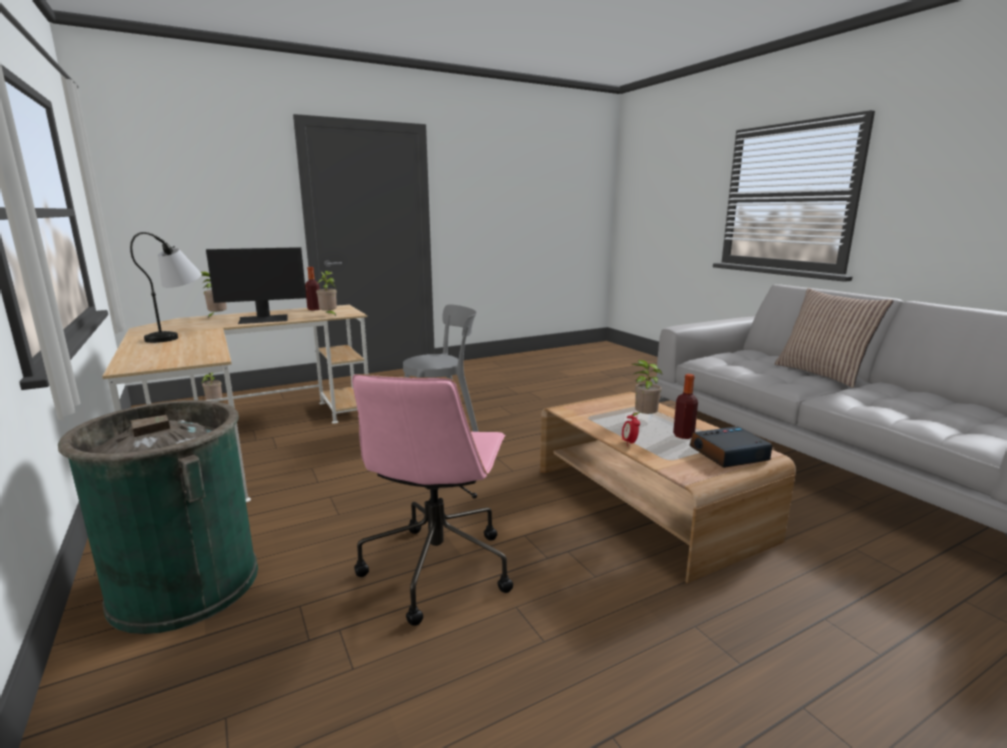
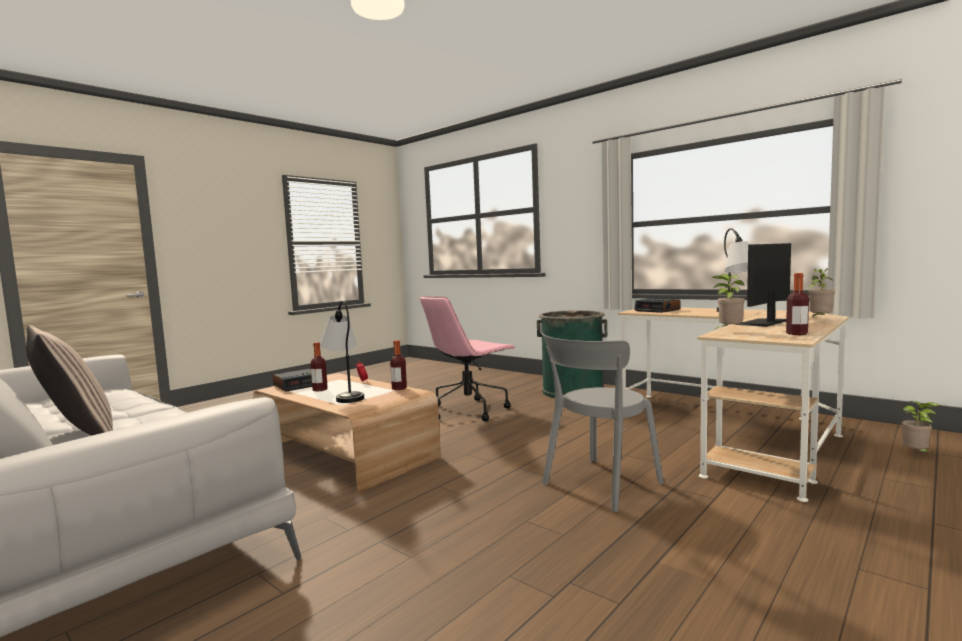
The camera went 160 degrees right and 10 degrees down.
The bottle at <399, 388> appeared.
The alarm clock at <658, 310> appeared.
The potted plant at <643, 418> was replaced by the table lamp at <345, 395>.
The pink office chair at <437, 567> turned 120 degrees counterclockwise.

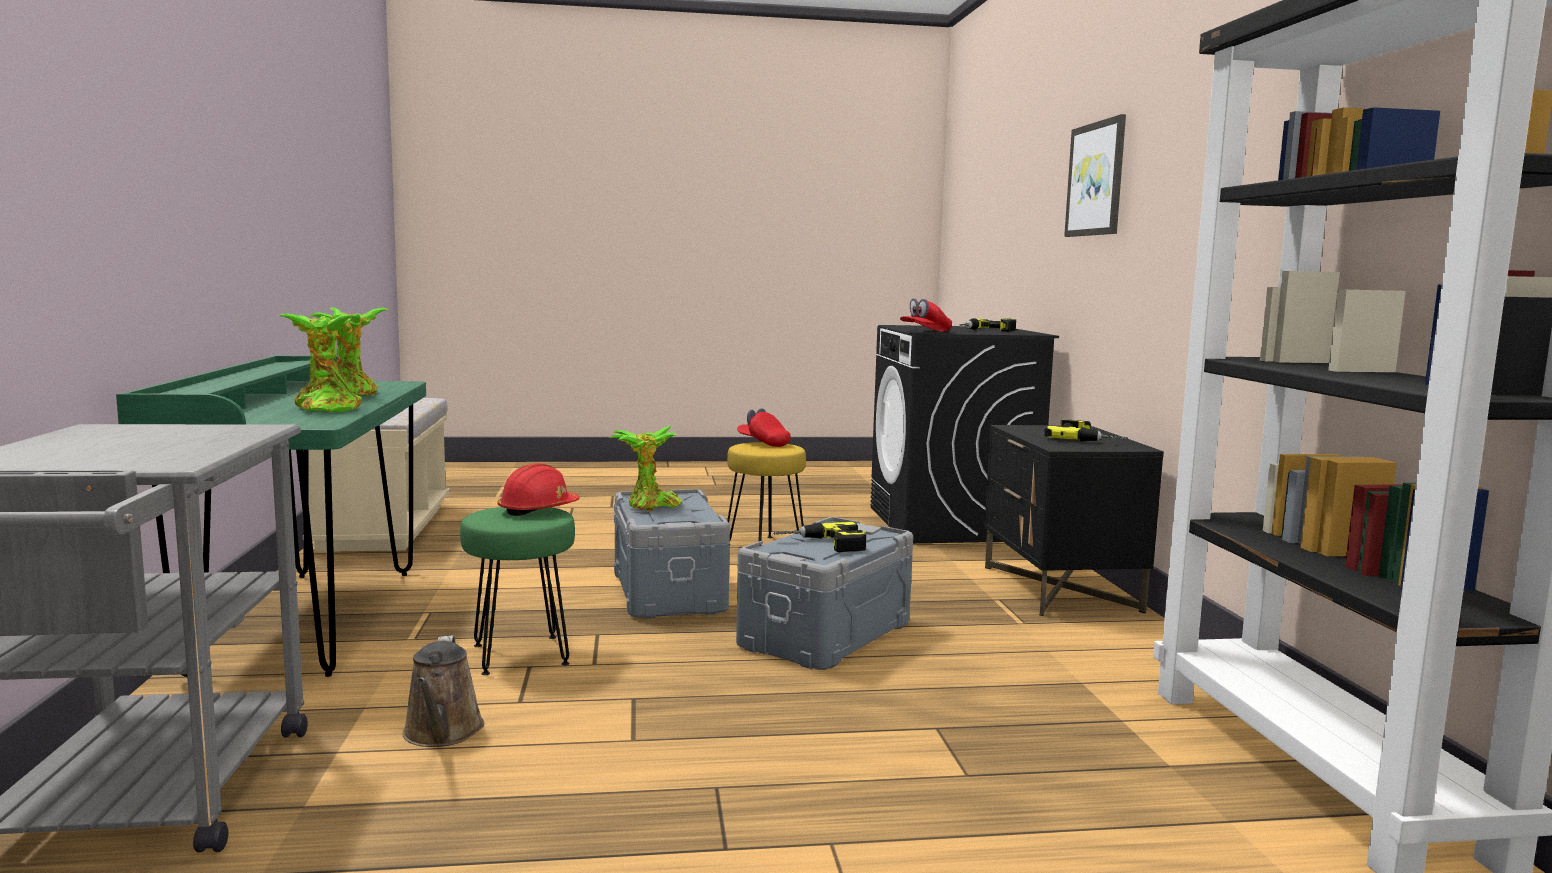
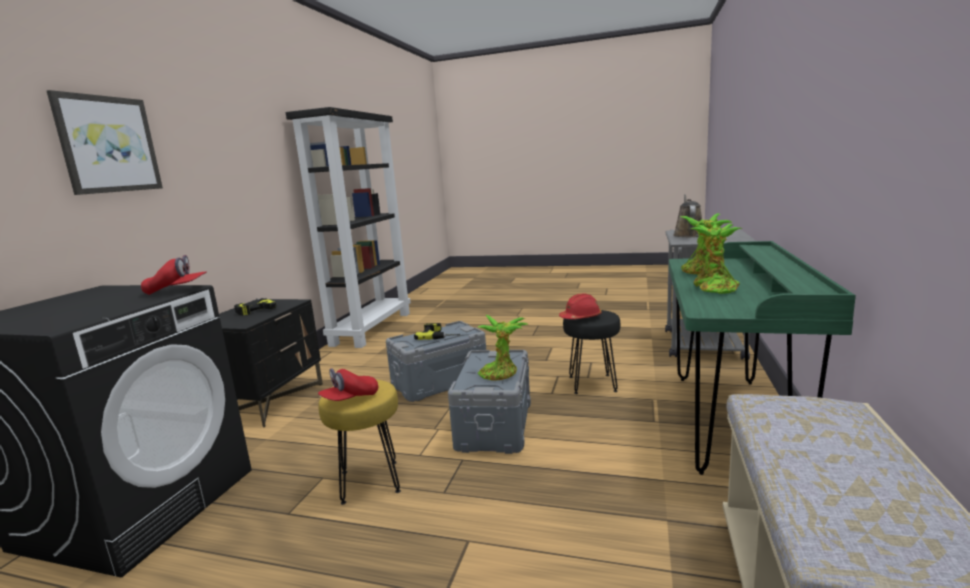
The camera went 155 degrees left and 5 degrees up.
The power drill at <986, 331> disappeared.
The brown watering can moved from <442, 733> to <688, 235>.
The green stool at <522, 655> became the black stool at <591, 383>.
The red cap at <763, 443> turned 75 degrees clockwise.

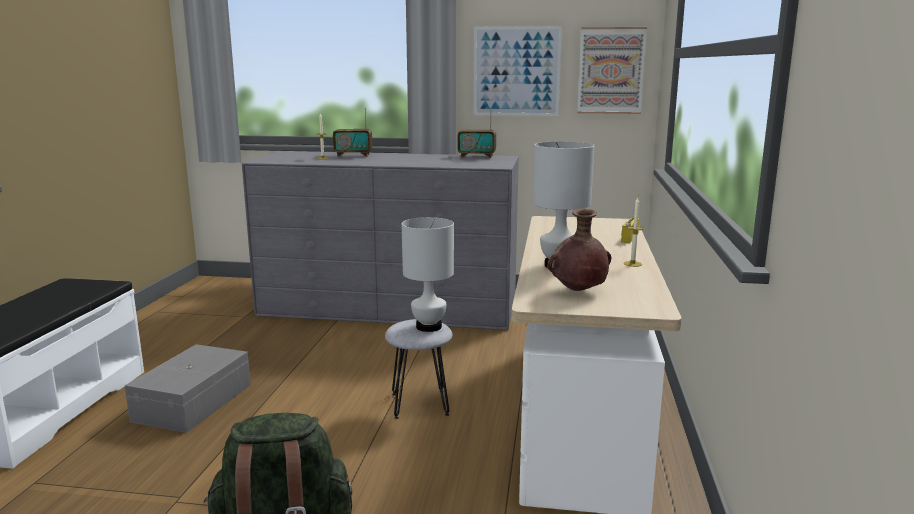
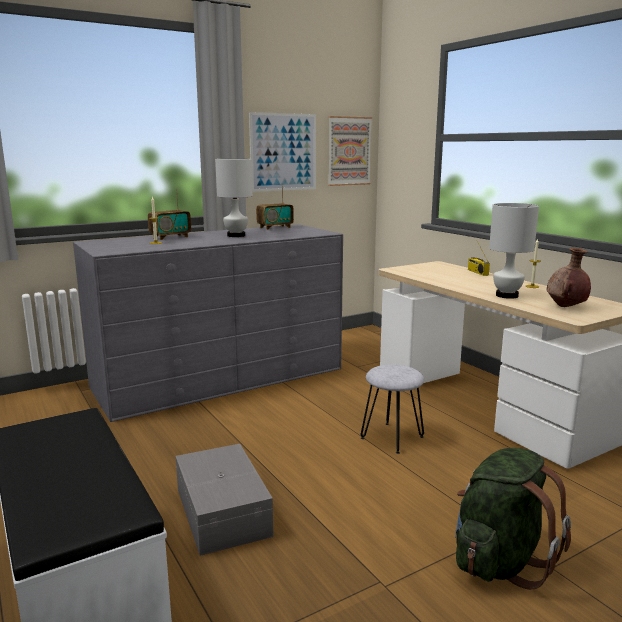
The camera went 40 degrees left and 0 degrees up.
The white table lamp moved from <428, 326> to <235, 235>.

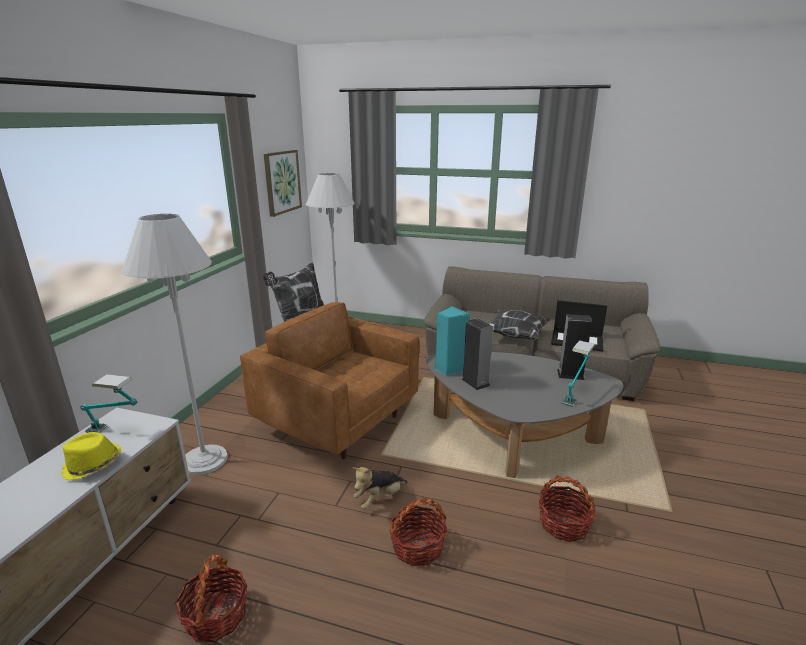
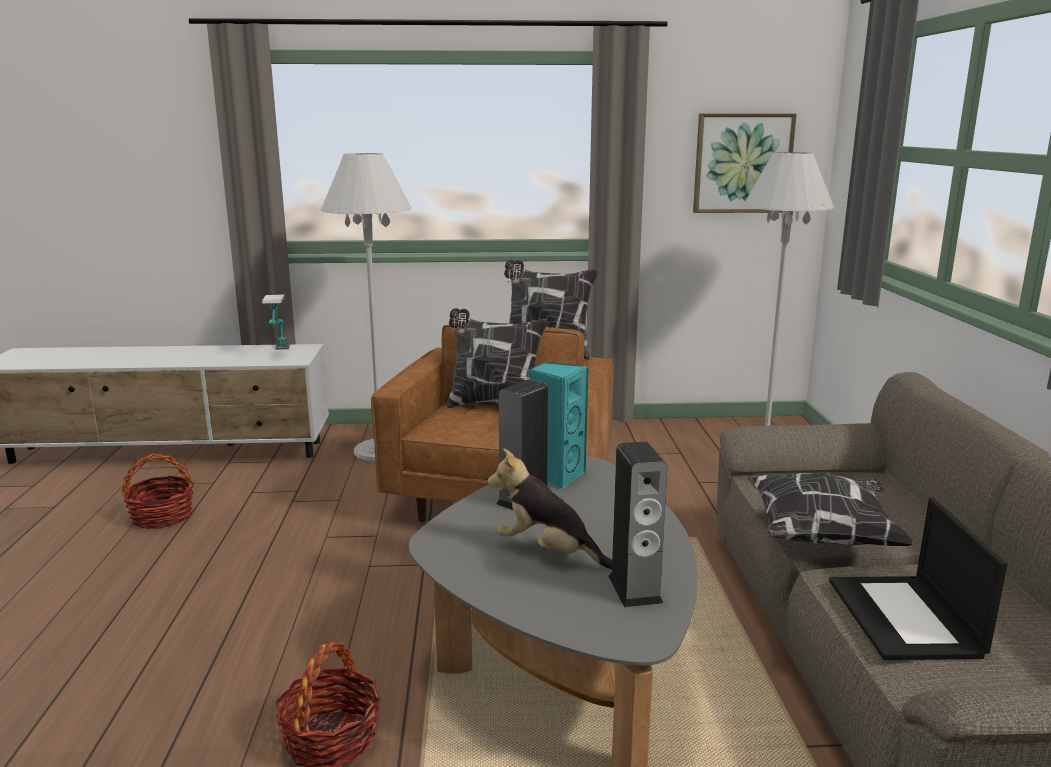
The camera went 70 degrees right and 5 degrees down.
The yellow hat at <92, 466> disappeared.
The basket at <417, 547> disappeared.
The table lamp at <574, 394> disappeared.
The pillow at <494, 406> appeared.
The plush toy moved from <379, 499> to <548, 552>.

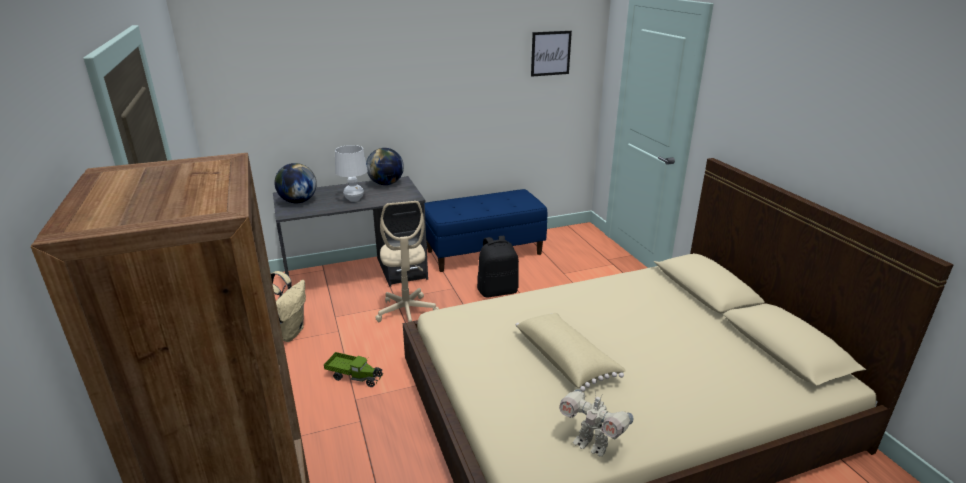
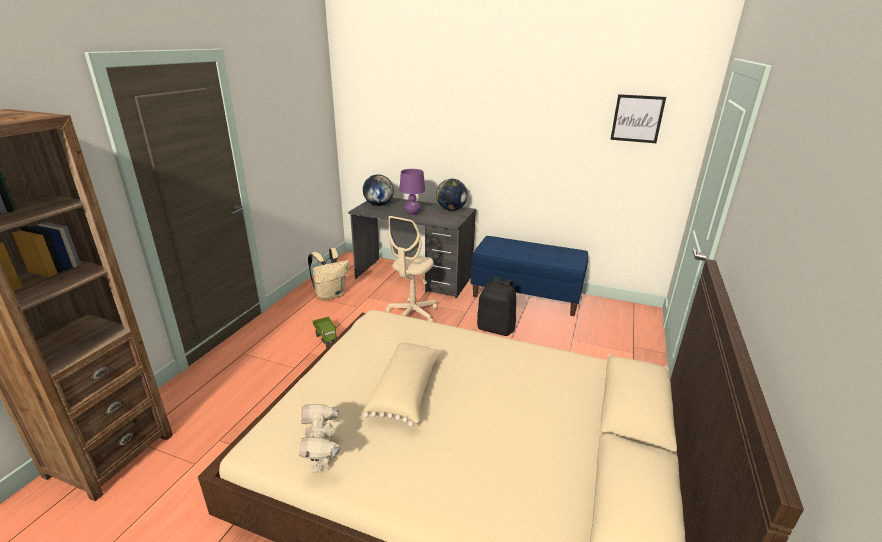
The camera went 40 degrees right and 0 degrees up.
The white table lamp at <354, 199> became the purple table lamp at <412, 213>.

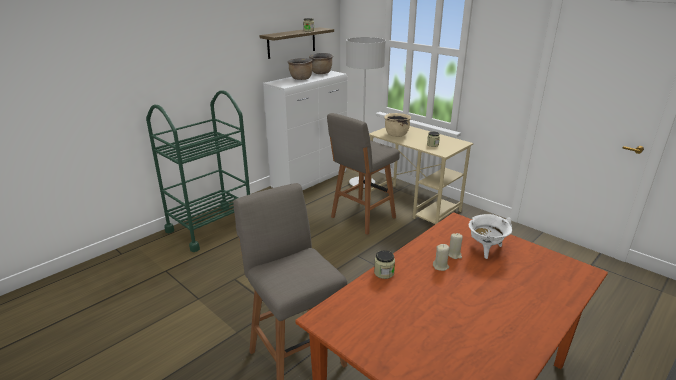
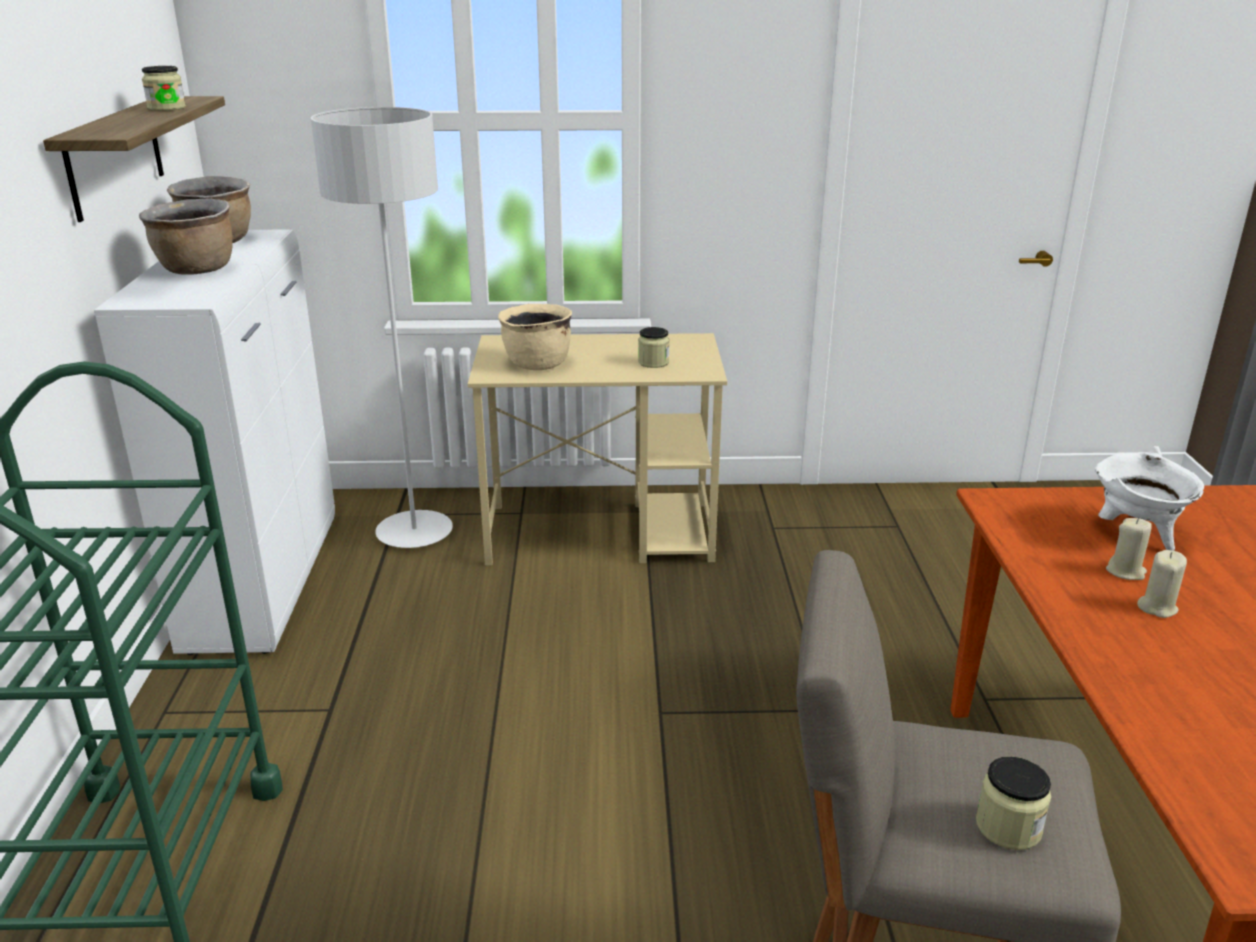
The camera went 45 degrees left and 0 degrees up.
The grey stool at <361, 218> disappeared.
The jar moved from <384, 273> to <1008, 827>.

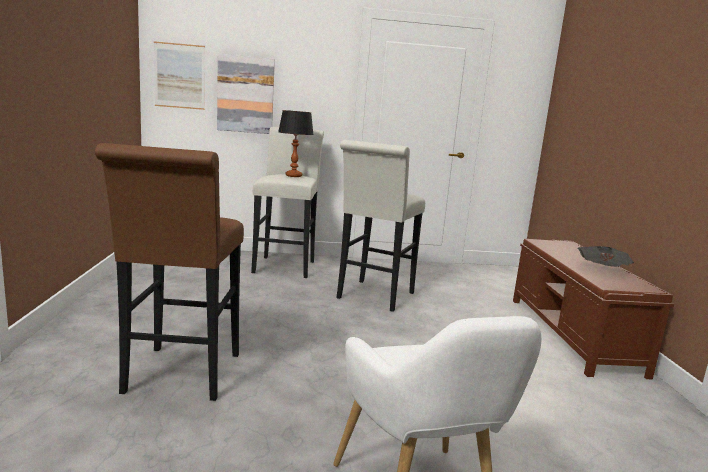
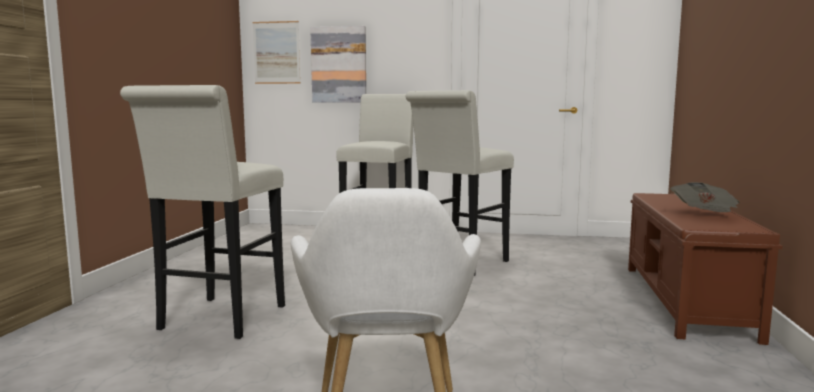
The camera went 15 degrees right and 5 degrees down.
The table lamp at <294, 176> disappeared.
The brown stool at <180, 377> became the white stool at <218, 321>.

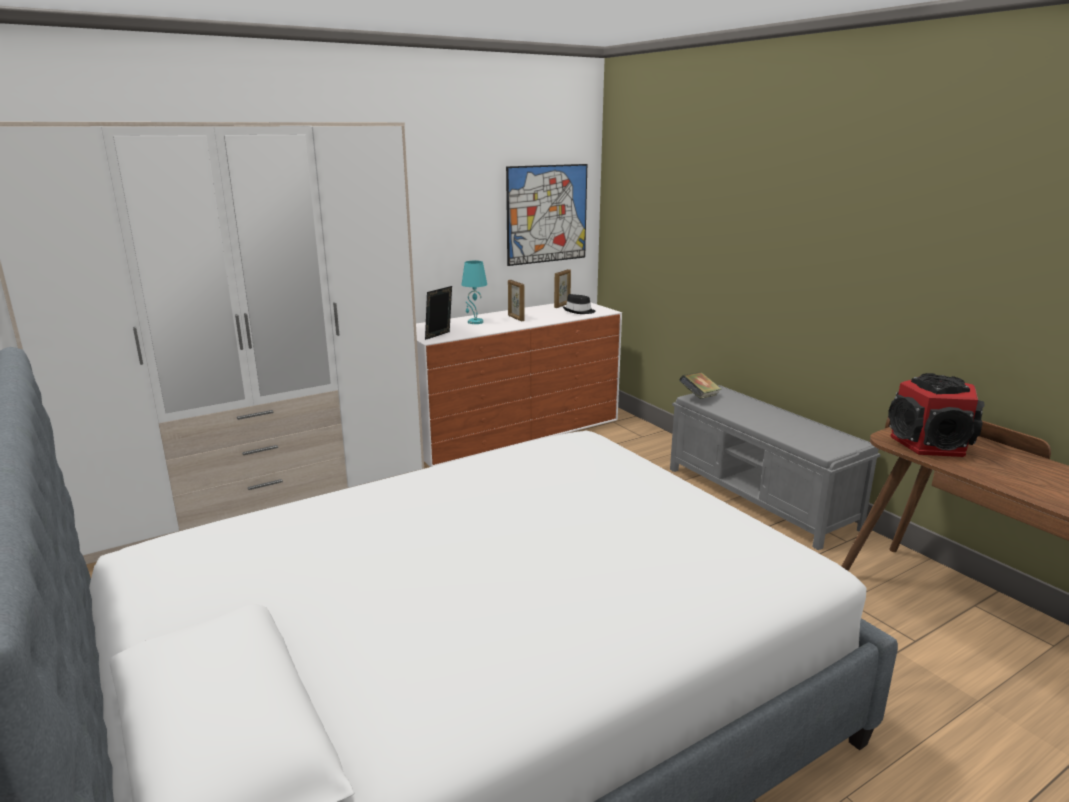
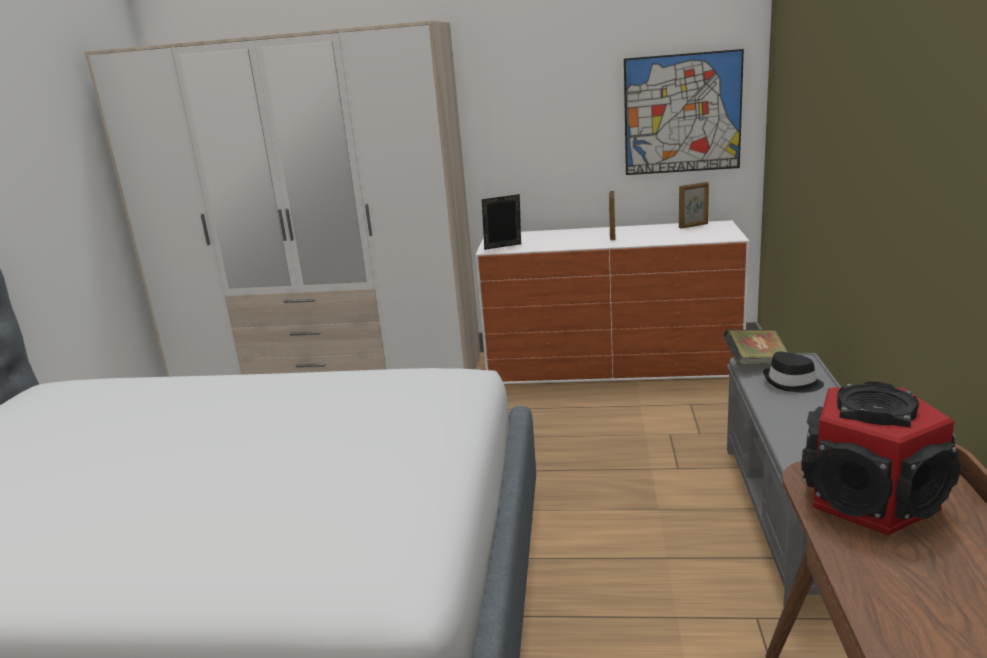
The camera went 40 degrees right and 0 degrees up.
The turquoise table lamp at <475, 322> disappeared.
The black hat moved from <579, 311> to <792, 383>.

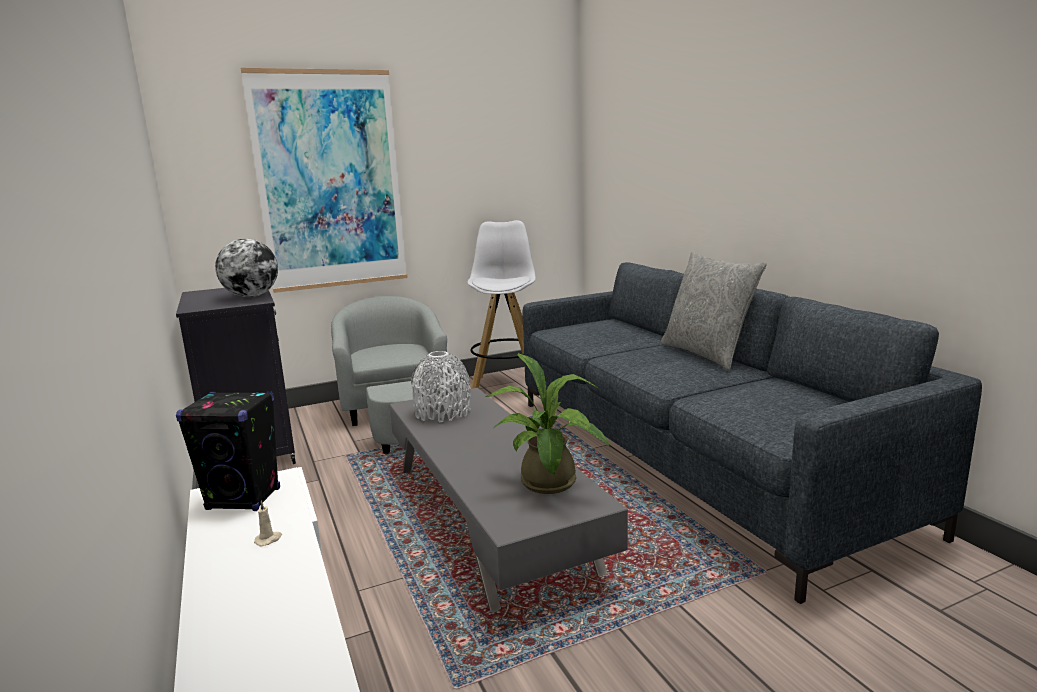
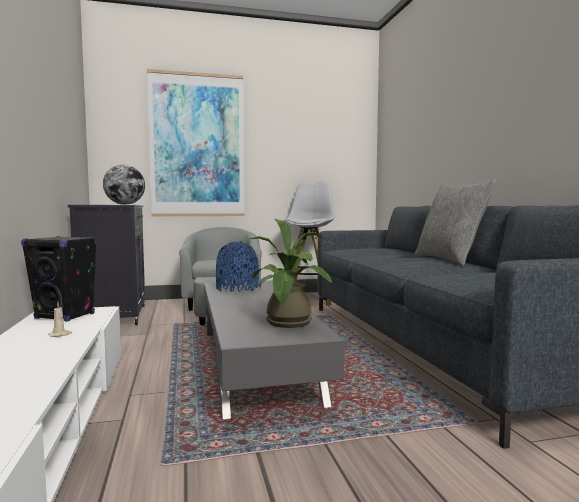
The camera went 10 degrees right and 10 degrees down.
The grey vase at <442, 412> became the blue vase at <237, 288>.

